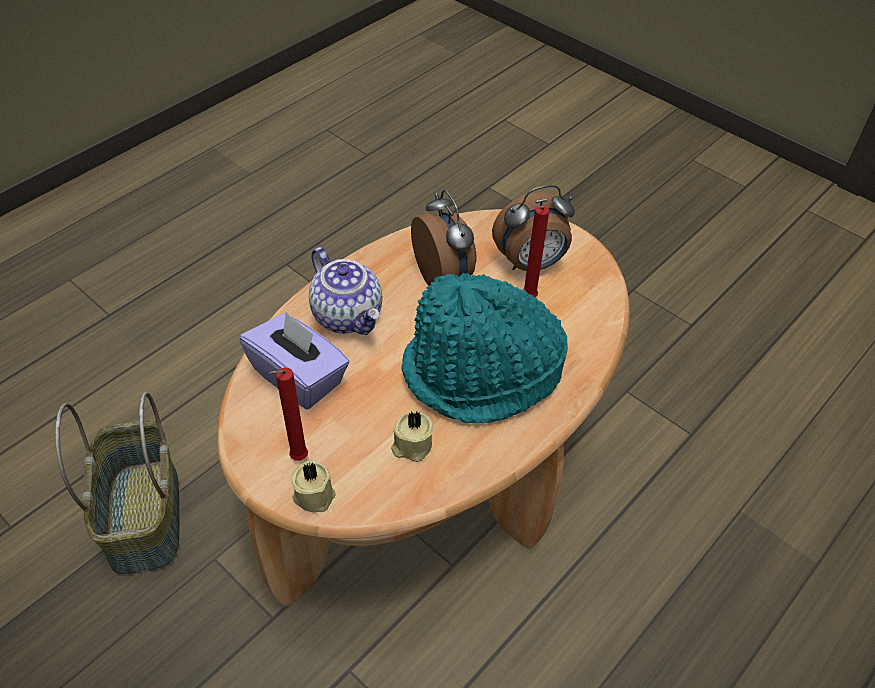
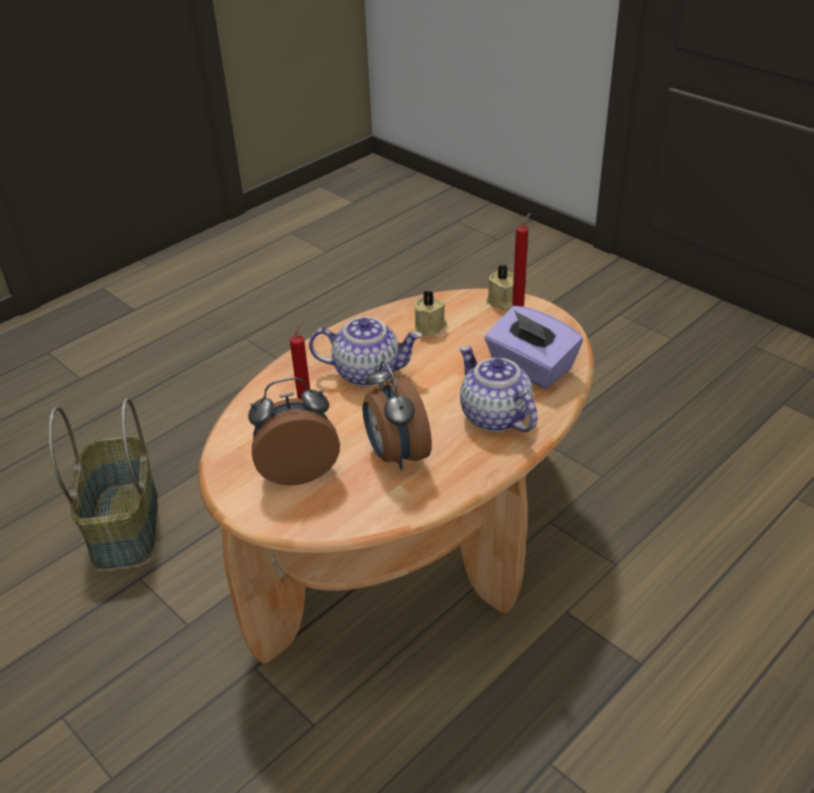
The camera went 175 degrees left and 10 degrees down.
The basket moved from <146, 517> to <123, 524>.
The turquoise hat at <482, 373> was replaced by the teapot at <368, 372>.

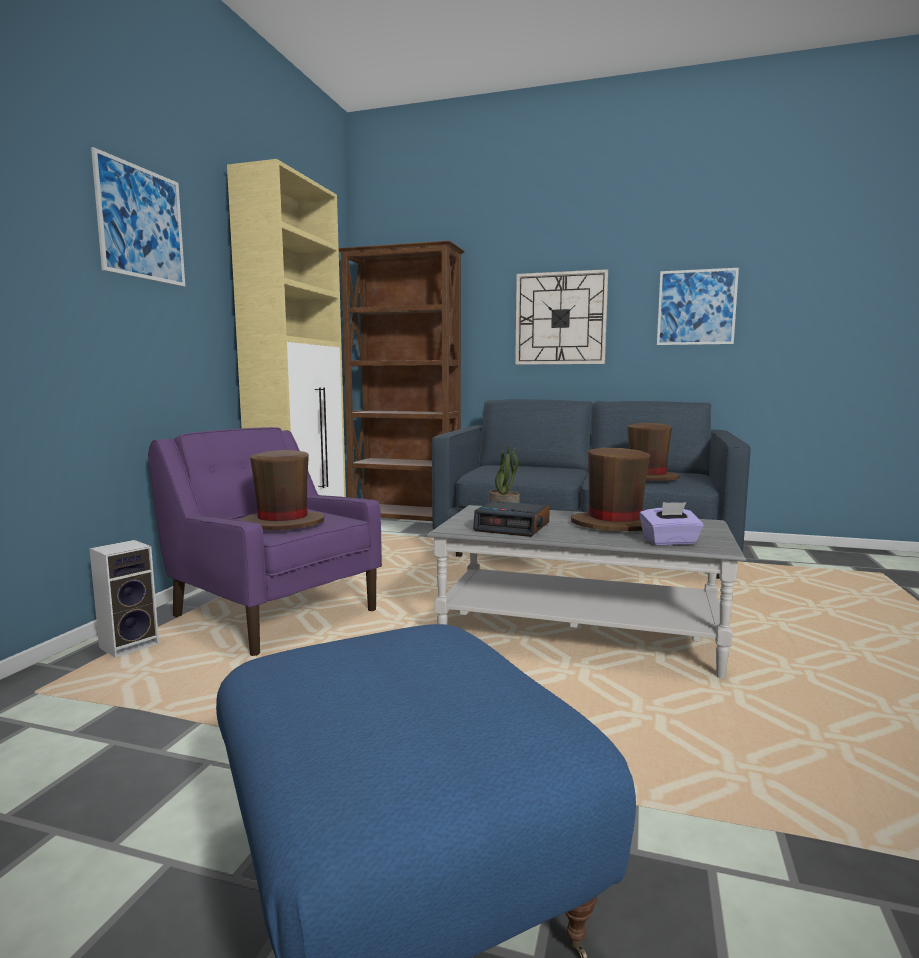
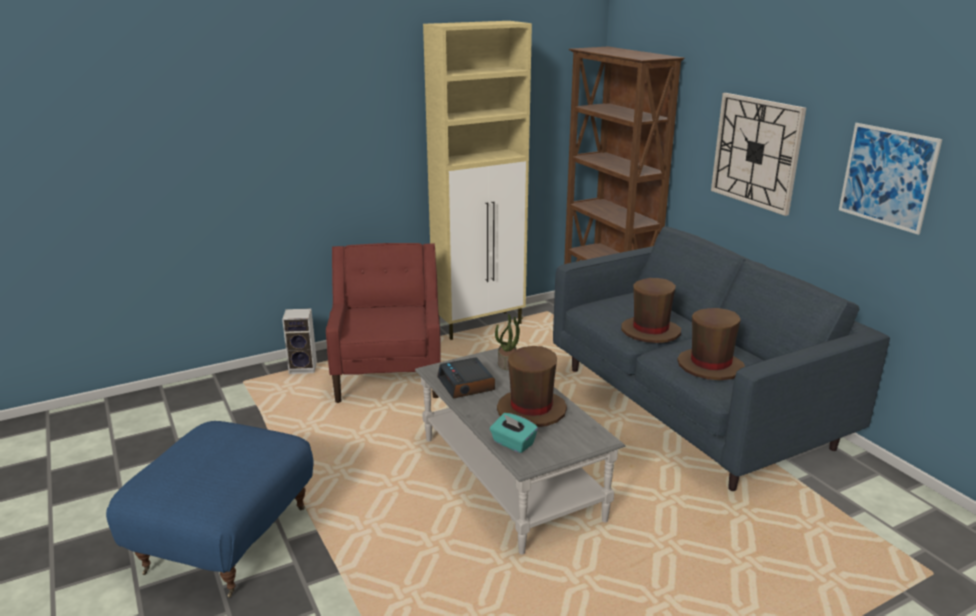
The camera went 45 degrees right and 15 degrees up.
The picture at <141, 223> disappeared.
The brown hat moved from <283, 524> to <650, 332>.
The purple armchair at <273, 612> became the red armchair at <389, 374>.
The purple tissue box at <670, 542> became the turquoise tissue box at <513, 443>.

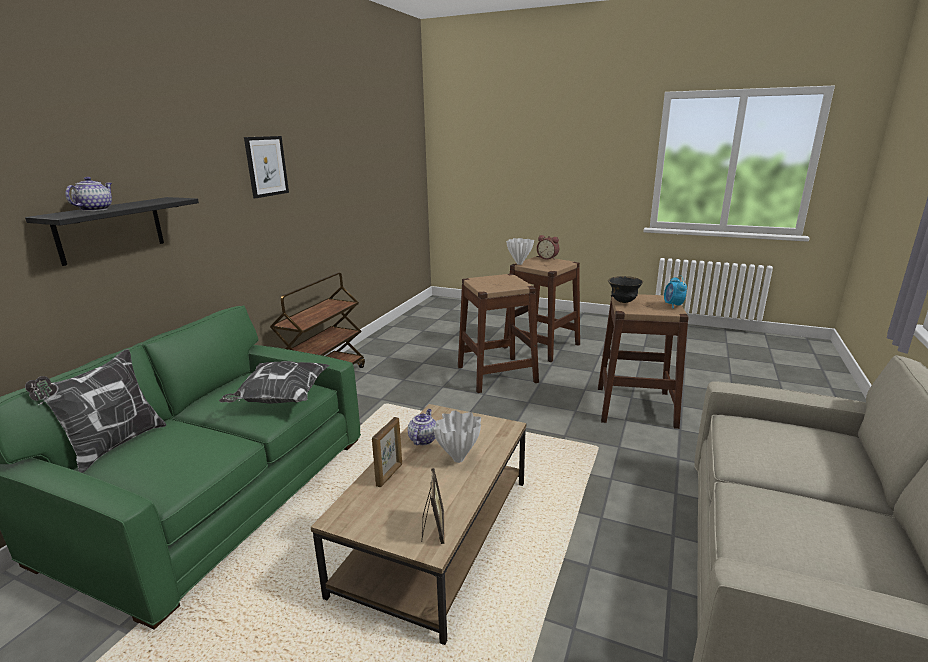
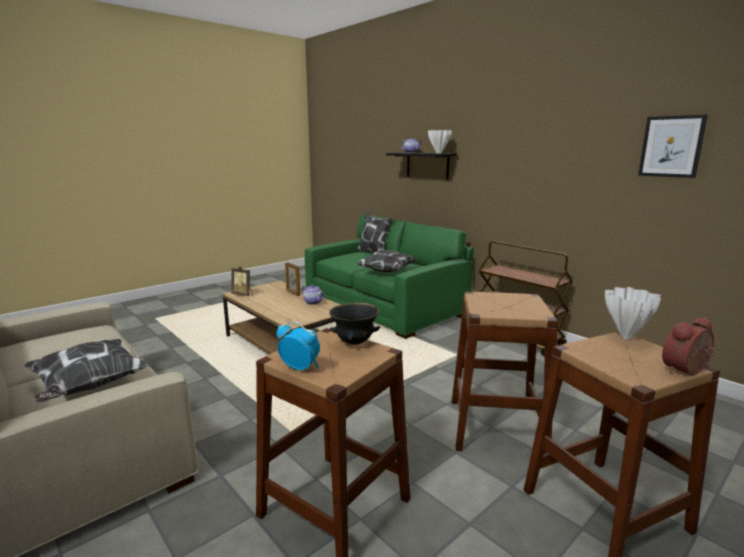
The camera went 115 degrees right and 5 degrees down.
The pillow at <89, 387> appeared.
The picture moved from <266, 166> to <671, 146>.
The white vase moved from <459, 459> to <438, 153>.

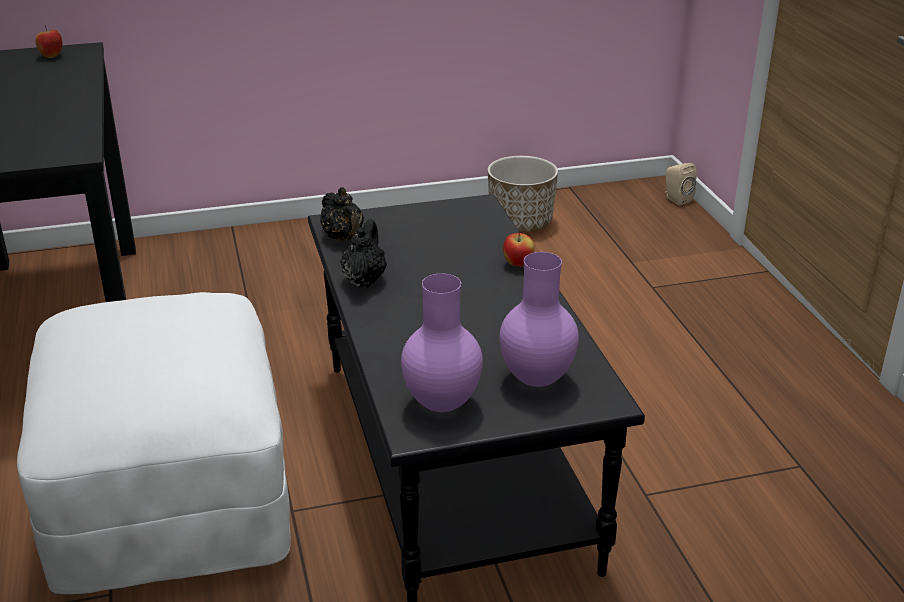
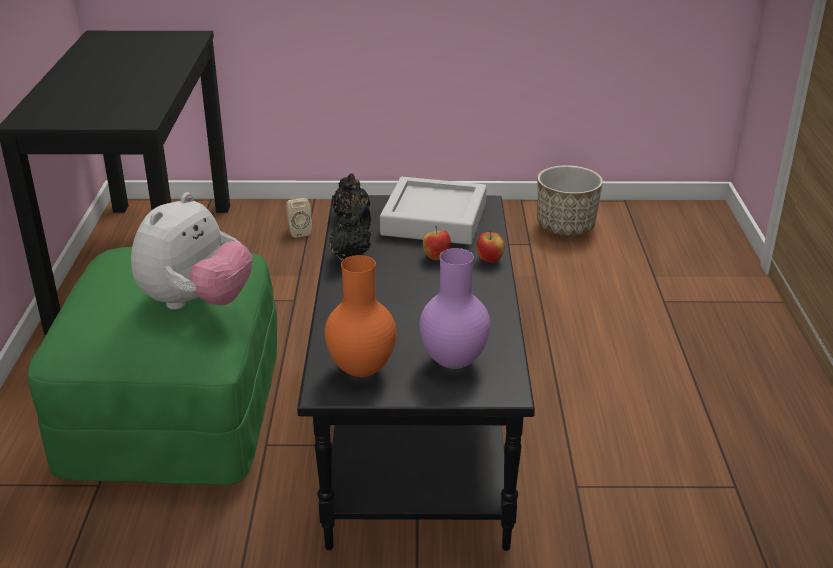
The camera went 15 degrees right and 0 degrees up.
The plush toy at <196, 303> appeared.
The grey tray at <434, 219> appeared.
The apple moved from <51, 56> to <436, 257>.
The beige speaker moved from <676, 199> to <298, 231>.
The white ottoman at <168, 496> became the green ottoman at <173, 415>.
The purple vase at <443, 405> became the orange vase at <362, 371>.

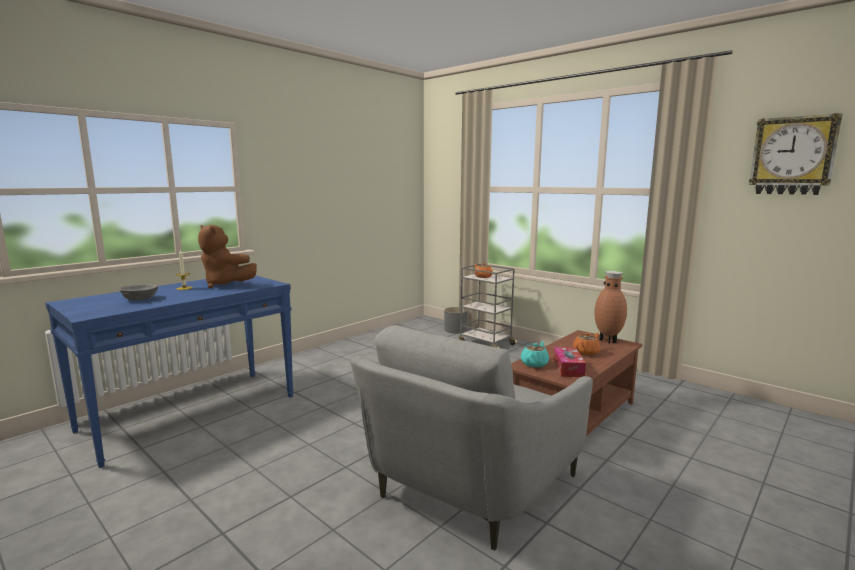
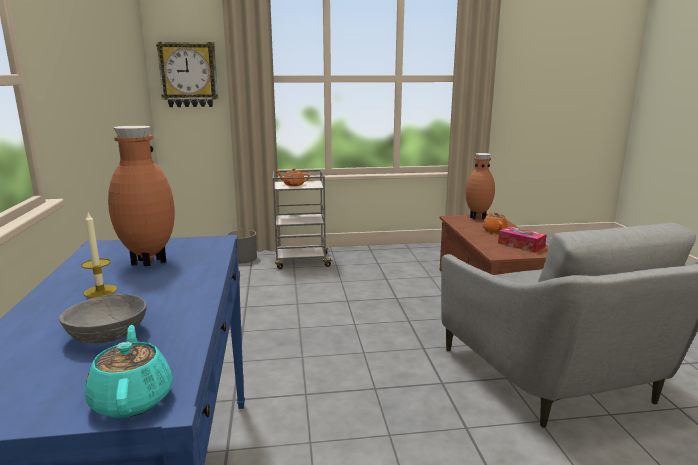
The camera went 50 degrees left and 5 degrees up.
The turquoise teapot moved from <534, 363> to <132, 399>.
The wall clock moved from <792, 156> to <189, 75>.
The brown plush toy at <225, 284> was replaced by the brown vase at <148, 263>.

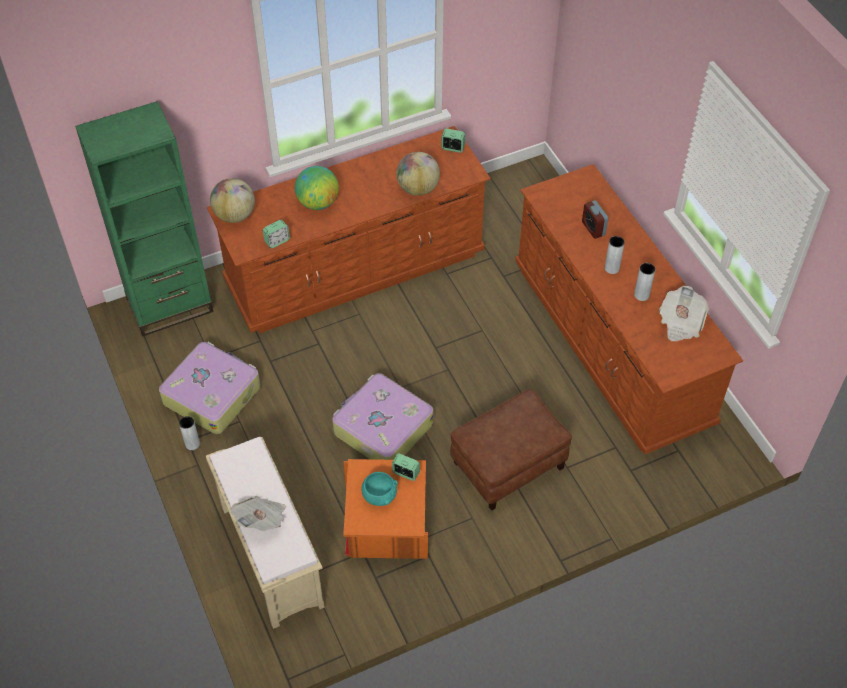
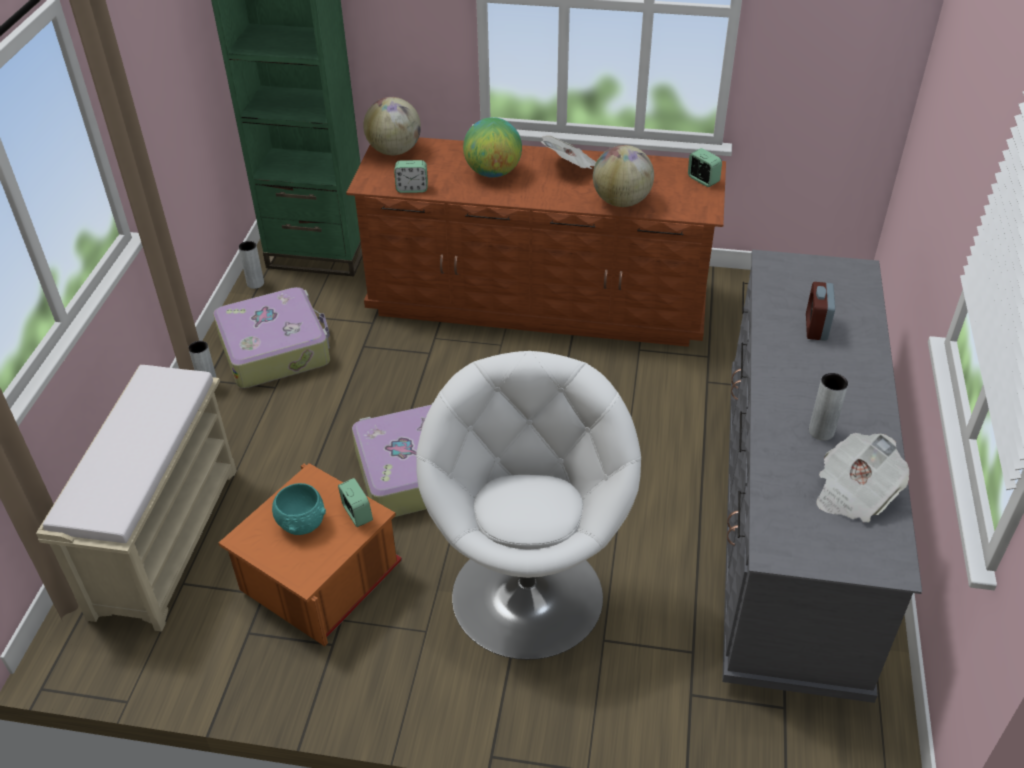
The camera went 35 degrees right and 10 degrees down.
The newspaper moved from <262, 520> to <571, 167>.
The grey vase moved from <612, 268> to <255, 283>.
The brown ottoman at <508, 464> was replaced by the white armchair at <528, 593>.
The brown dresser at <610, 344> became the grey dresser at <789, 521>.

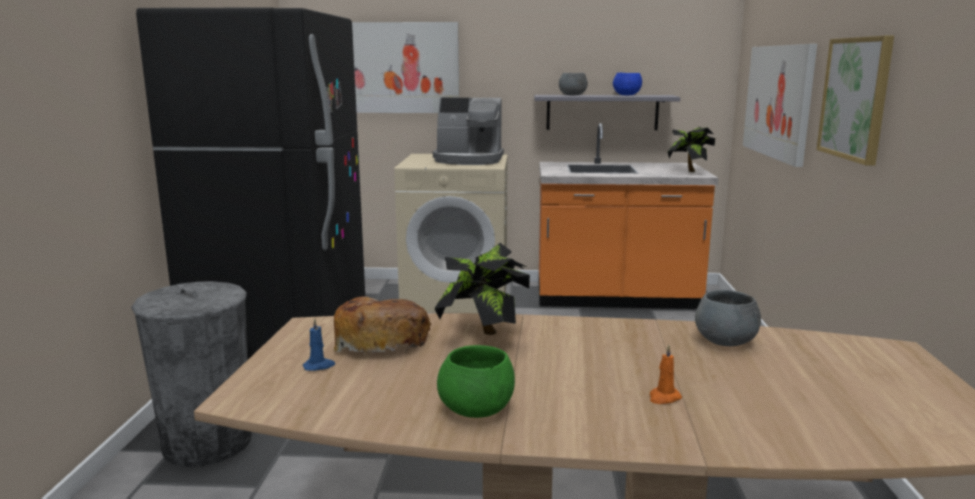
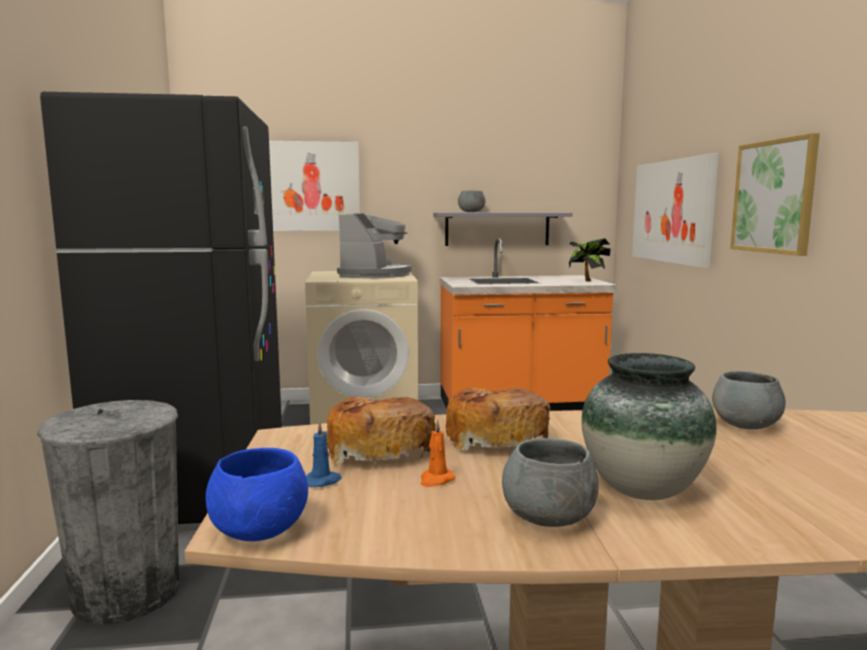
The camera went 10 degrees left and 5 degrees down.
The vase at <641, 489> appeared.
The blue bowl moved from <626, 95> to <259, 531>.
The orange candle moved from <664, 398> to <436, 480>.
The potted plant at <484, 337> was replaced by the bread at <494, 437>.
The green bowl at <476, 411> became the grey bowl at <549, 518>.
The coffee machine at <468, 160> turned 75 degrees counterclockwise.

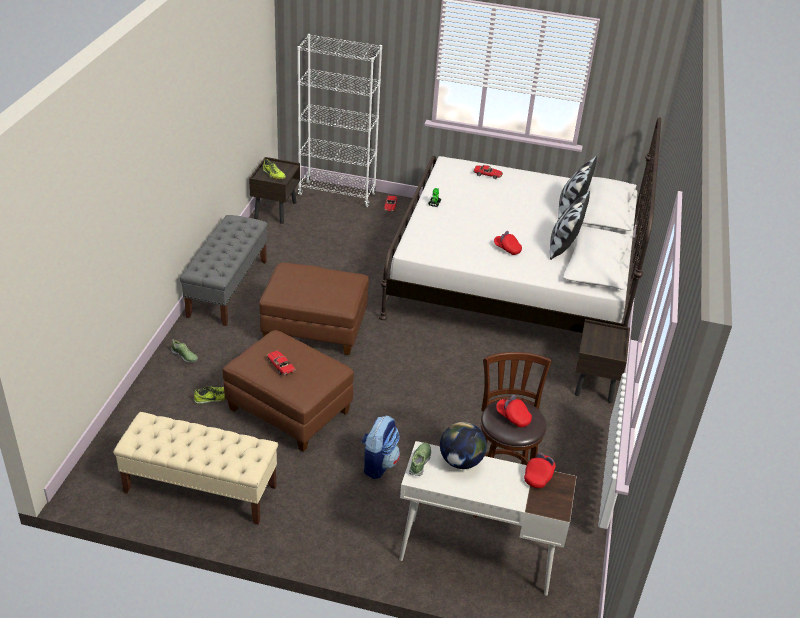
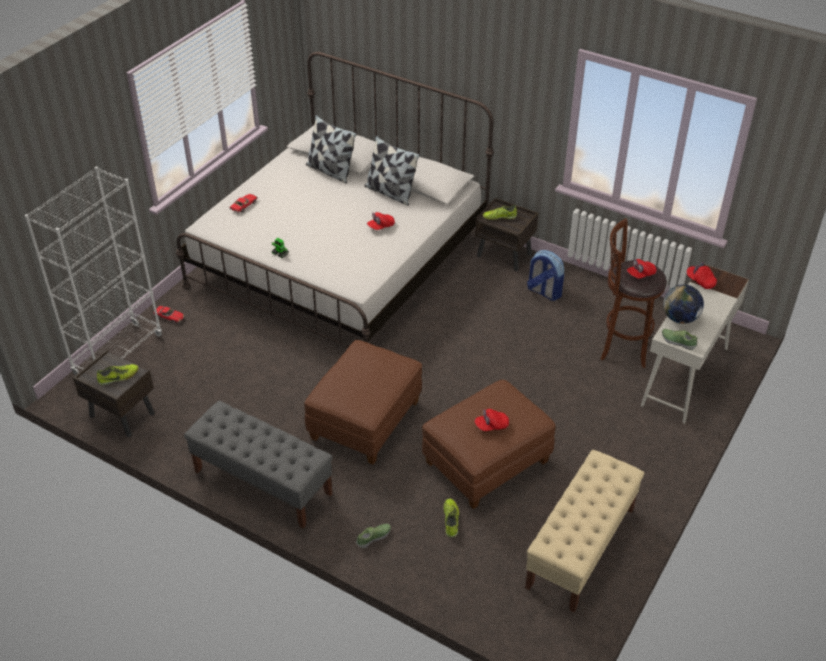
The camera went 70 degrees left and 5 degrees up.
The shoe at <499, 217> appeared.
The backpack moved from <378, 463> to <543, 292>.
The toy car at <280, 366> was replaced by the red cap at <491, 426>.

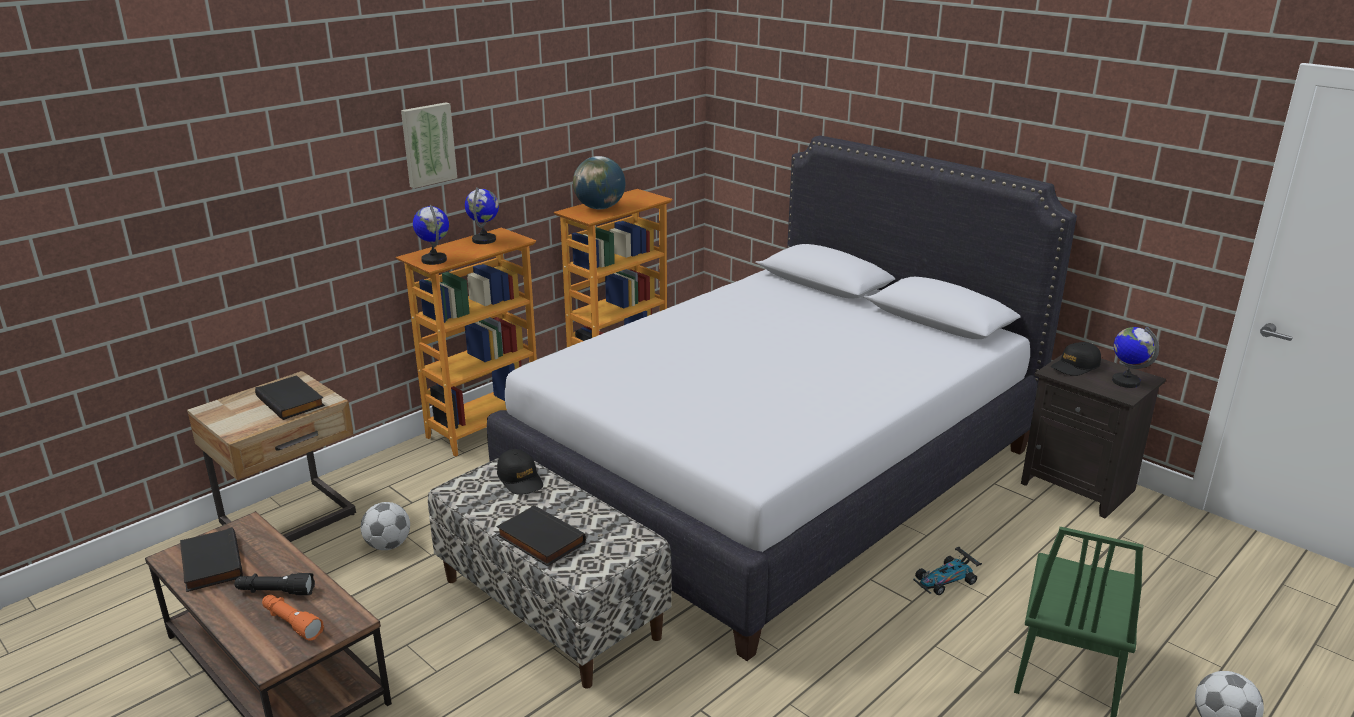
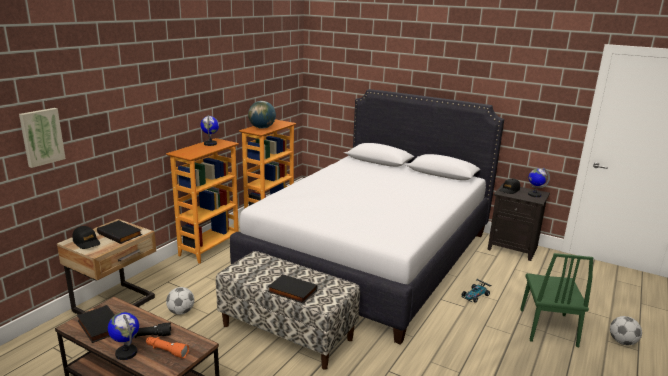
The camera went 15 degrees left and 5 degrees down.
The picture moved from <427, 144> to <41, 137>.
The globe moved from <434, 260> to <126, 353>.
The black cap moved from <520, 479> to <86, 242>.

